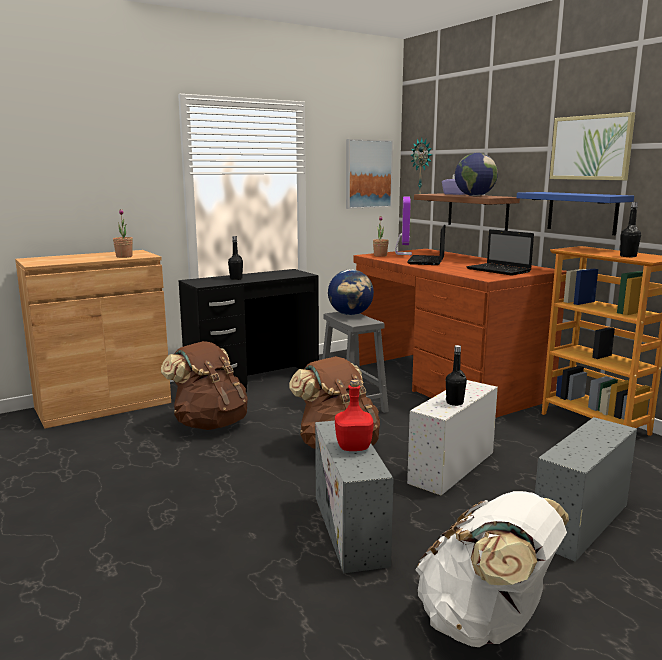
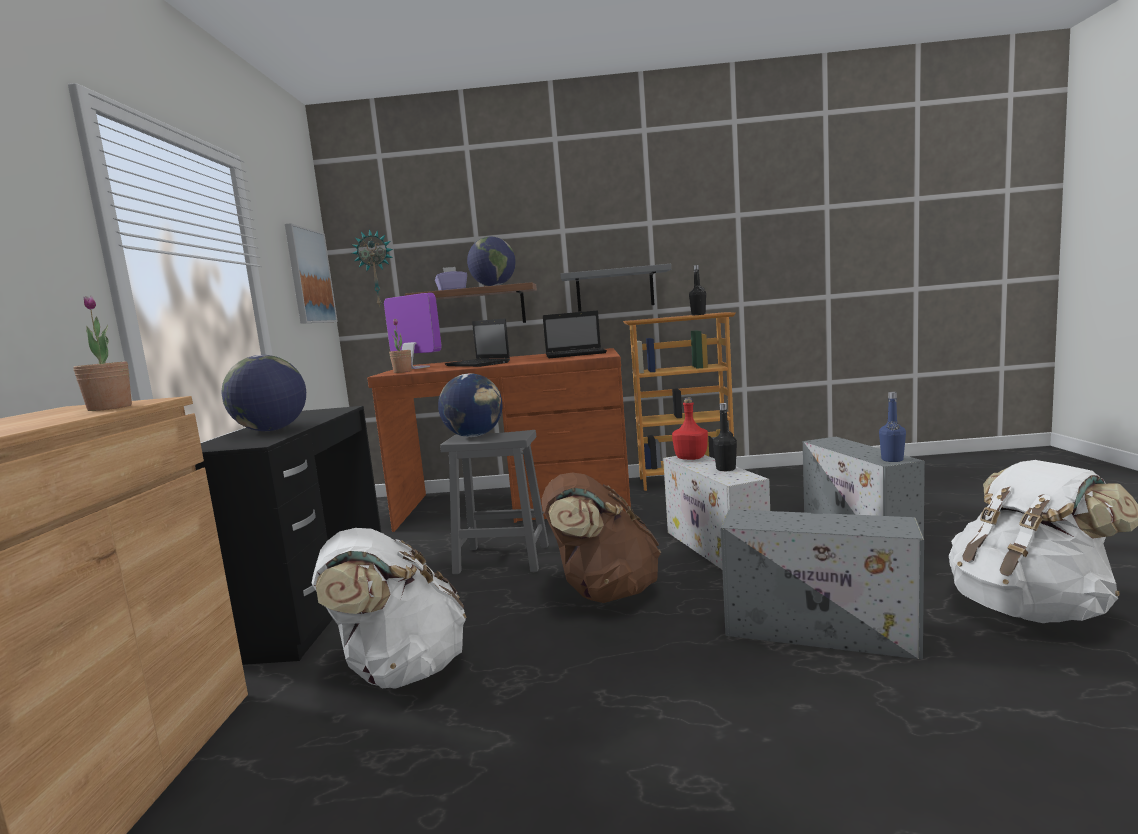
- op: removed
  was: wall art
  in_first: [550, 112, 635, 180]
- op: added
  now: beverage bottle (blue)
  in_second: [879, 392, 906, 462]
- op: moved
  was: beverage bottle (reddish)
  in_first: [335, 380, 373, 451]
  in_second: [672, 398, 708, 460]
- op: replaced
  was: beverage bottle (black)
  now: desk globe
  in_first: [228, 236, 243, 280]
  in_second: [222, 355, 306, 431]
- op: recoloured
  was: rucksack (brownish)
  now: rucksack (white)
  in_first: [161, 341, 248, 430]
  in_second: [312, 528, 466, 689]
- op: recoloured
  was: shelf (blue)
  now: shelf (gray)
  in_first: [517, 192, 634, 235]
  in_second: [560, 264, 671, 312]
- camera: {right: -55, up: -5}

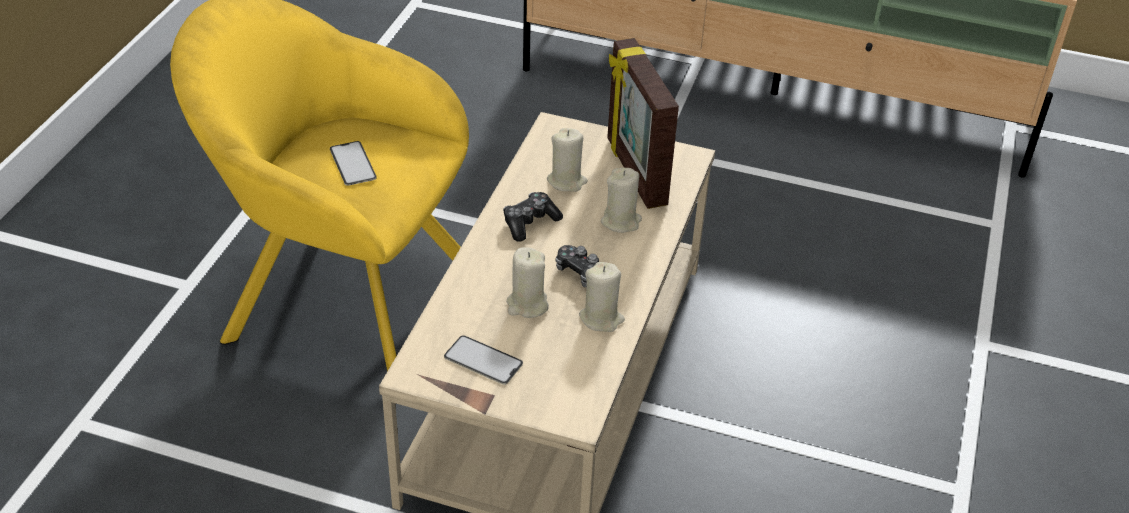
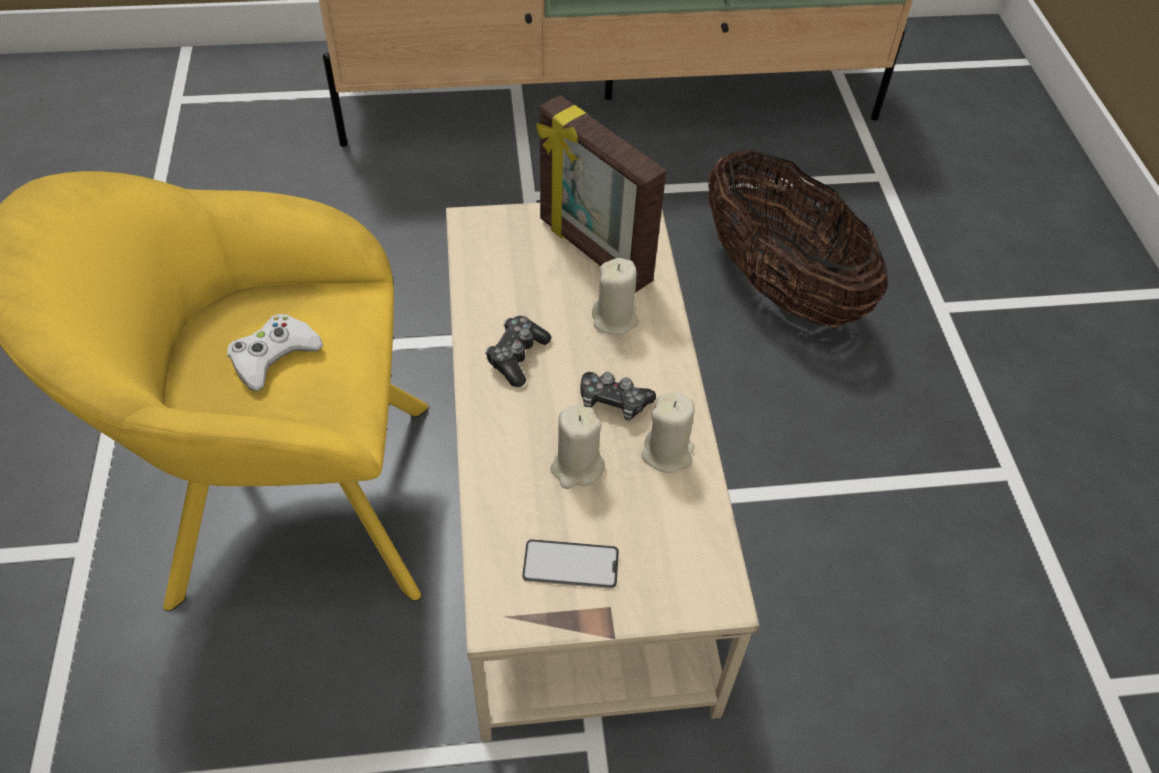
- op: removed
  was: wax light (sand-coloured)
  in_first: [547, 128, 588, 192]
- op: added
  now: storage basket
  in_second: [708, 149, 887, 328]
- op: replaced
  was: telephone
  now: game controller (white)
  in_first: [330, 141, 377, 186]
  in_second: [227, 314, 323, 391]
- camera: {right: -25, up: 10}

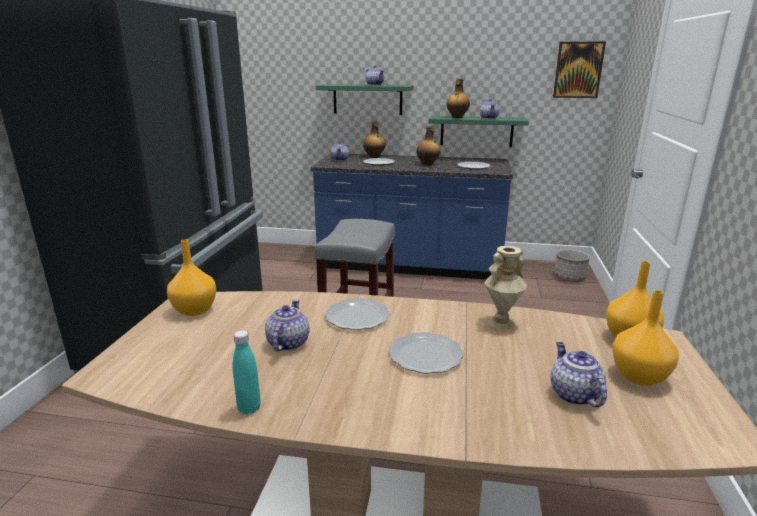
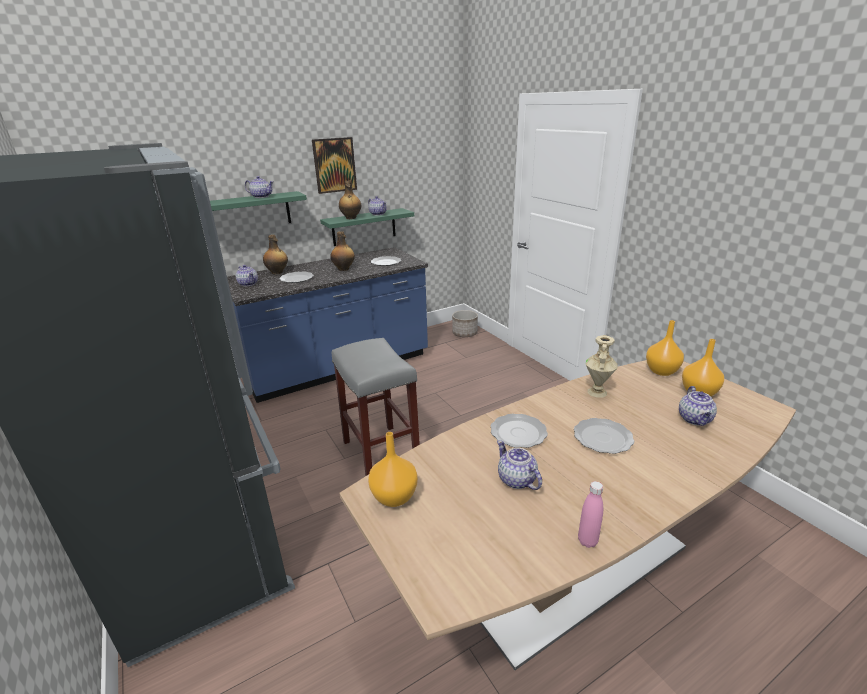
- op: moved
  was: wall art
  in_first: [553, 42, 606, 98]
  in_second: [312, 137, 357, 194]
- op: recoloured
  was: beverage bottle (blue-green)
  now: beverage bottle (pinkish)
  in_first: [233, 330, 261, 414]
  in_second: [578, 481, 603, 548]
- op: turned
  was: pot for tea
  in_first: [551, 342, 607, 407]
  in_second: [679, 386, 717, 426]
  clockwise: -120
- camera: {right: -40, up: 5}

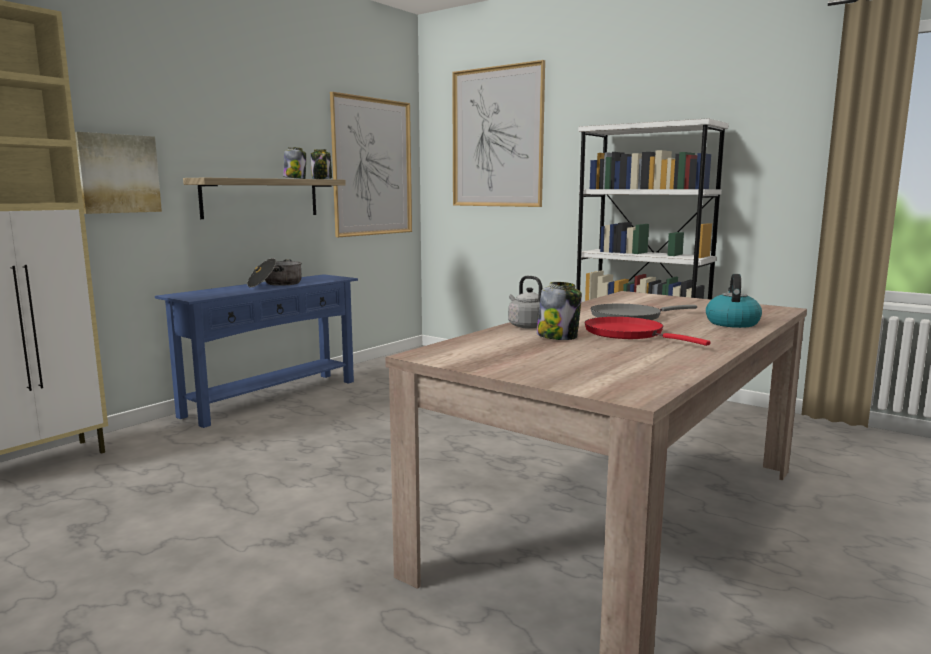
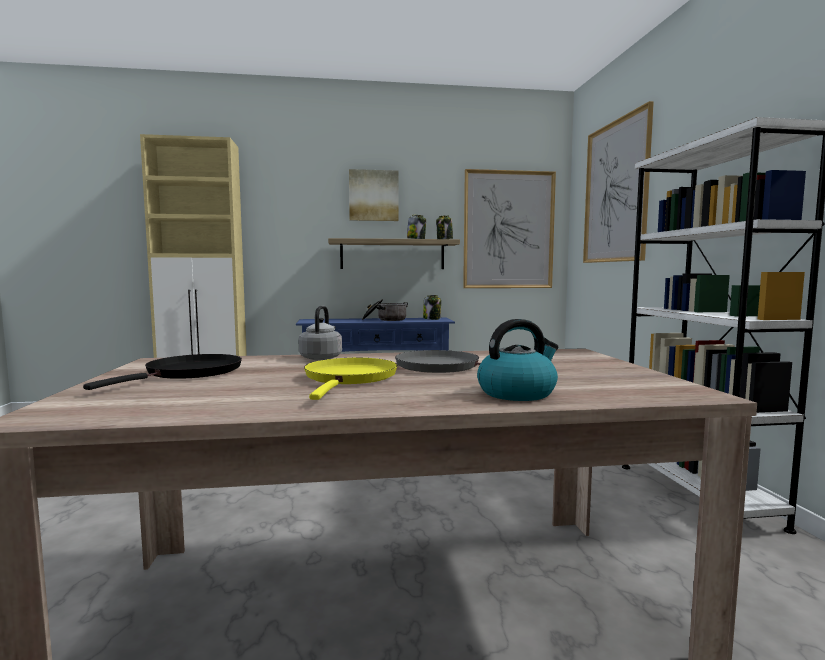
- op: added
  now: skillet (black)
  in_second: [83, 354, 242, 390]
- op: moved
  was: wall art
  in_first: [75, 132, 162, 214]
  in_second: [349, 169, 399, 221]
- op: moved
  was: storage jar
  in_first: [537, 282, 582, 340]
  in_second: [423, 295, 441, 320]
- op: recoloured
  was: skillet (reddish)
  now: skillet (yellowish)
  in_first: [584, 317, 710, 346]
  in_second: [304, 358, 398, 400]
- camera: {right: 45, up: -5}

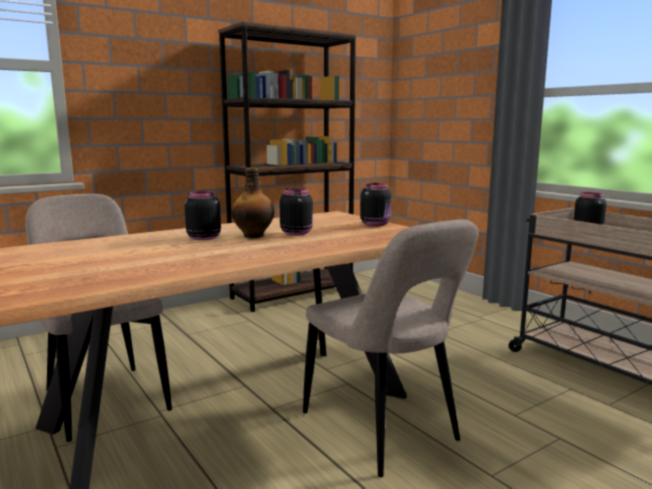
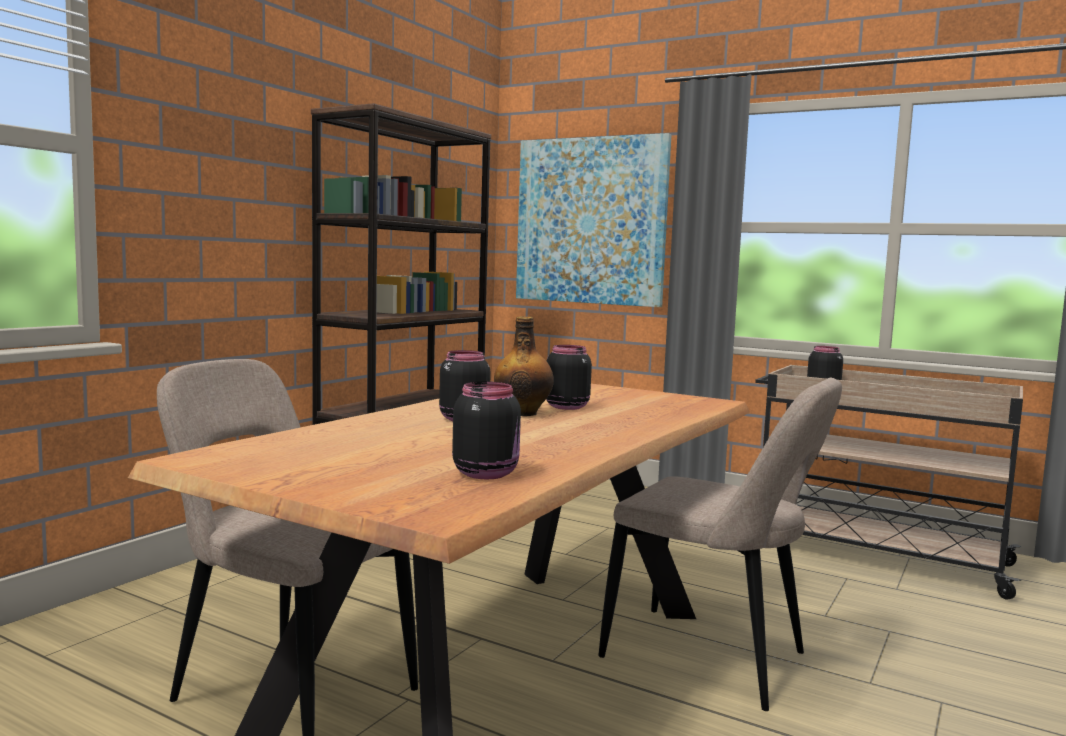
- op: added
  now: wall art
  in_second: [516, 133, 672, 307]
- op: moved
  was: storage jar (black)
  in_first: [360, 183, 391, 226]
  in_second: [452, 382, 521, 479]
- camera: {right: -25, up: -5}

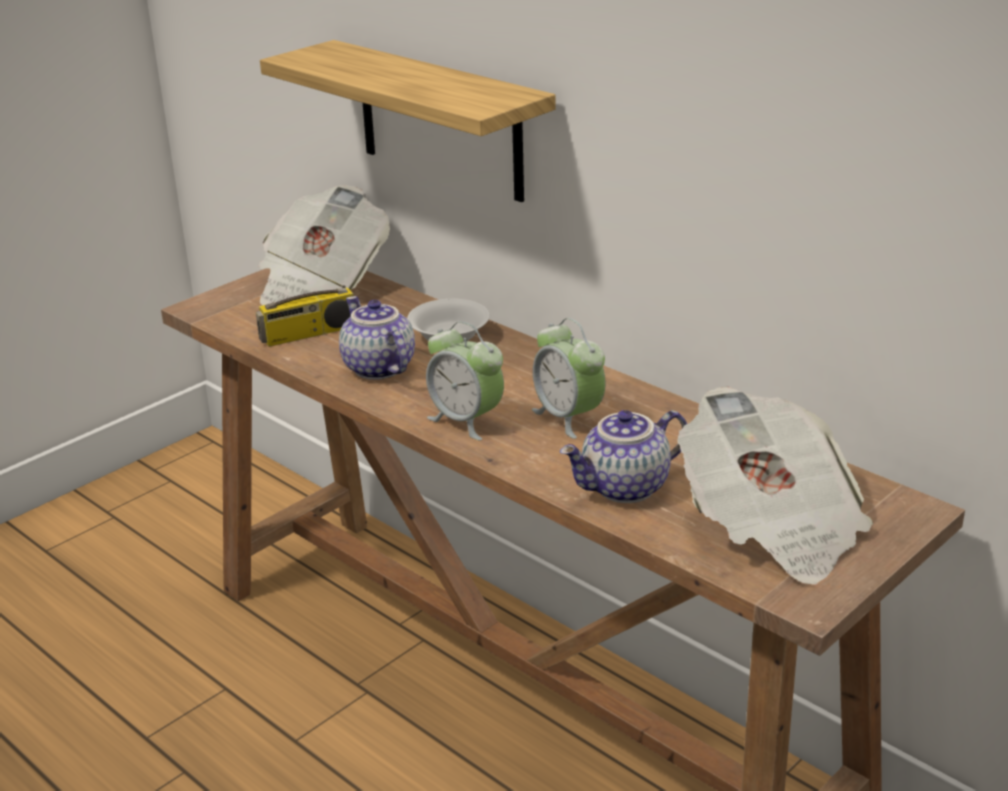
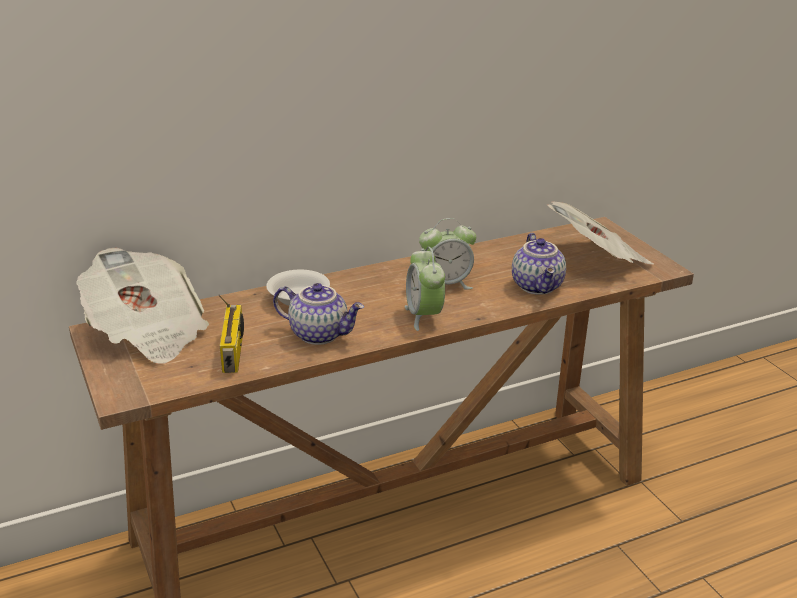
- op: removed
  was: shelf
  in_first: [260, 40, 556, 202]
- op: turned
  was: pot for tea
  in_first: [339, 296, 415, 380]
  in_second: [273, 283, 364, 345]
  clockwise: -150
- op: turned
  was: alarm clock
  in_first: [426, 321, 504, 441]
  in_second: [405, 247, 445, 331]
  clockwise: 105
- camera: {right: -70, up: 0}

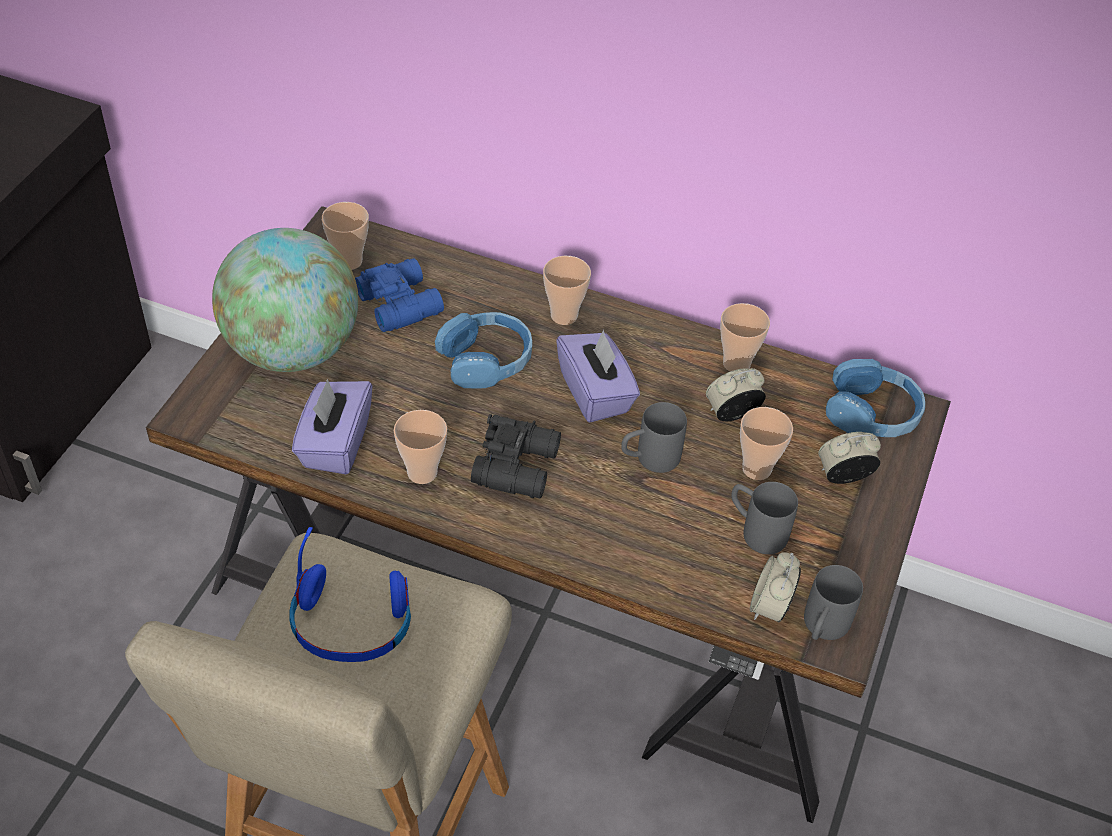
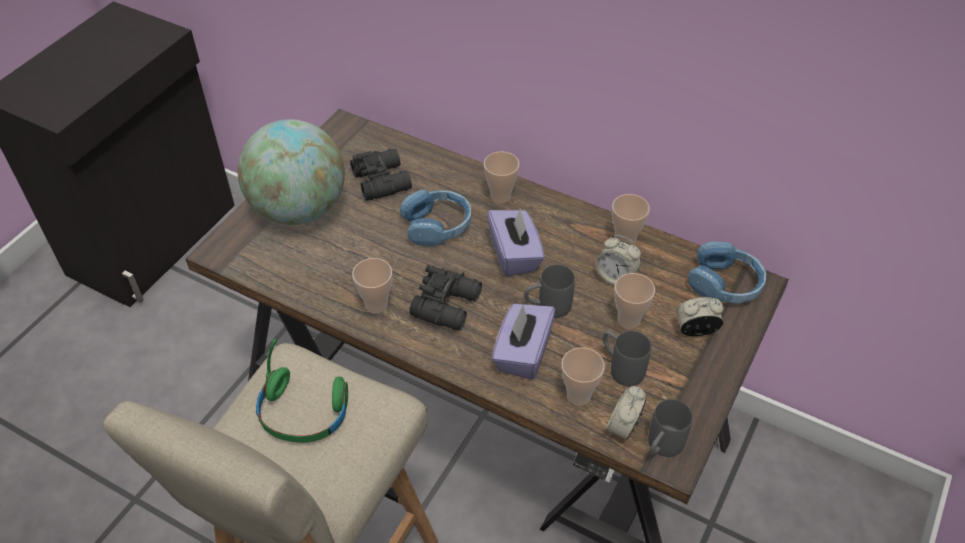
- op: moved
  was: box of tissues (purple-coloured)
  in_first: [292, 379, 372, 474]
  in_second: [492, 304, 555, 380]
- op: moved
  was: cup
  in_first: [322, 202, 369, 270]
  in_second: [561, 347, 605, 406]
- op: recoloured
  was: headset (blue)
  now: headset (green)
  in_first: [289, 527, 411, 662]
  in_second: [256, 339, 348, 443]
- op: recoloured
  was: pair of binoculars (blue)
  now: pair of binoculars (black)
  in_first: [355, 258, 444, 332]
  in_second: [350, 148, 412, 201]
- op: turned
  was: alarm clock
  in_first: [706, 368, 766, 421]
  in_second: [595, 235, 641, 285]
  clockwise: -135
- camera: {right: 10, up: 0}

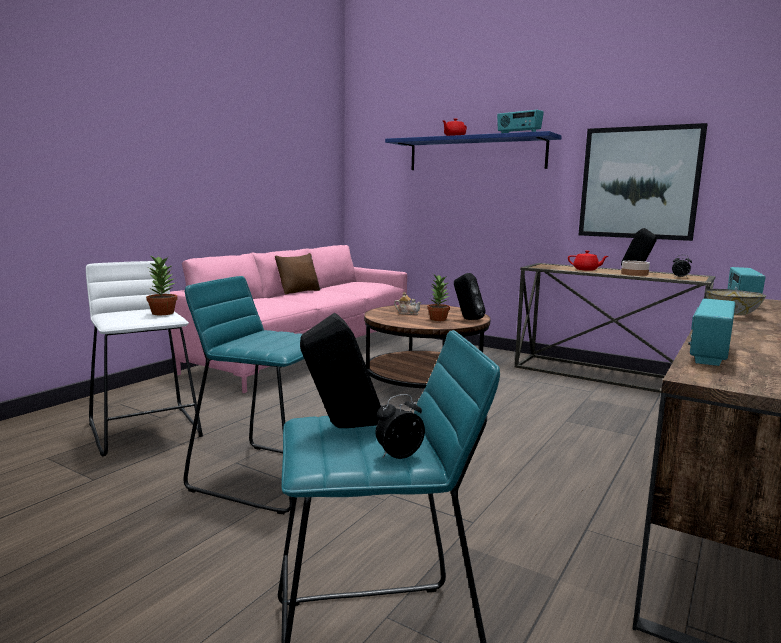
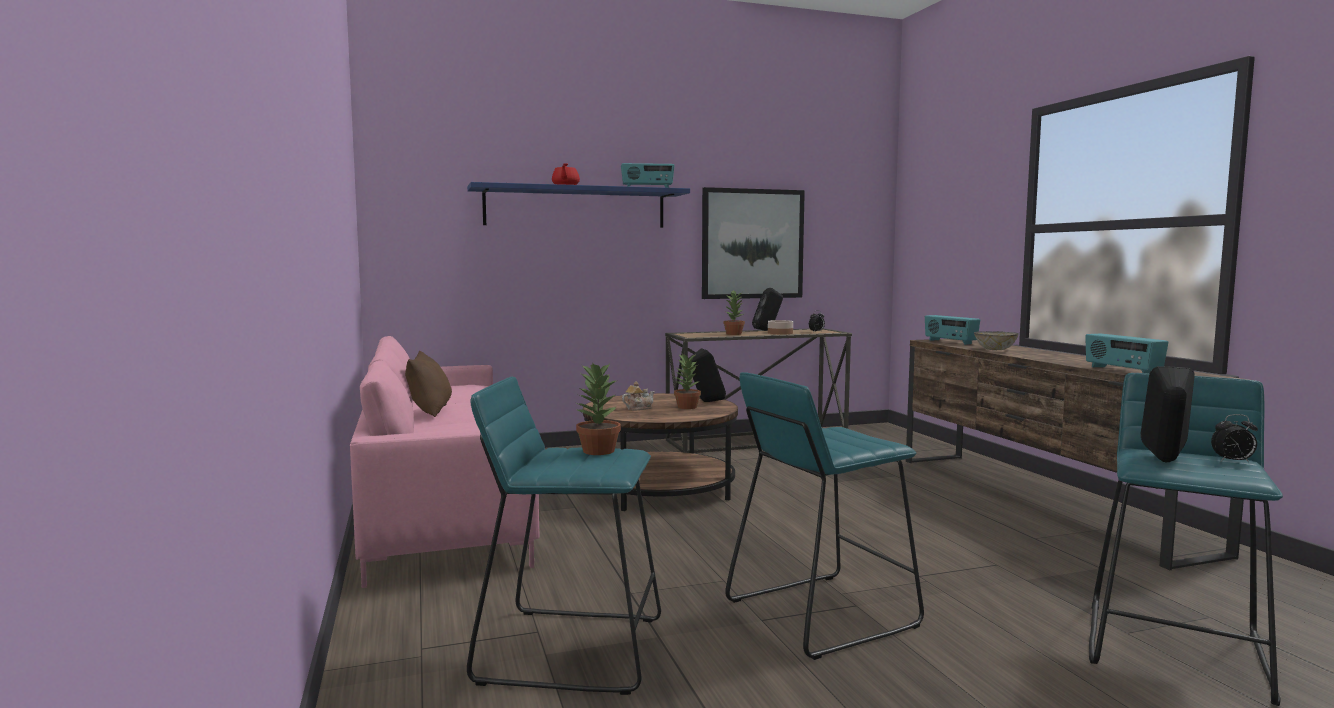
- op: replaced
  was: pot for tea (reddish)
  now: plant in a pot
  in_first: [568, 251, 608, 271]
  in_second: [723, 290, 745, 335]
- op: recoloured
  was: stool (white)
  now: stool (blue-green)
  in_first: [86, 261, 203, 457]
  in_second: [467, 377, 661, 695]
- op: turned
  was: alarm clock
  in_first: [376, 394, 425, 459]
  in_second: [1211, 414, 1258, 462]
  clockwise: -90
- camera: {right: -50, up: -5}

